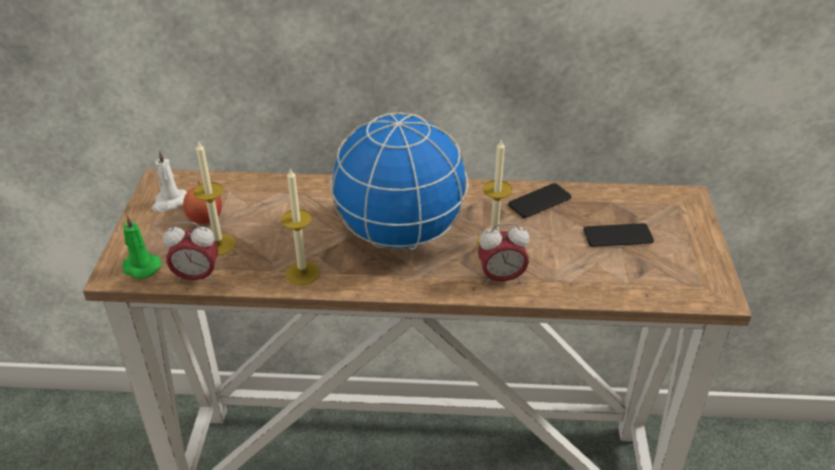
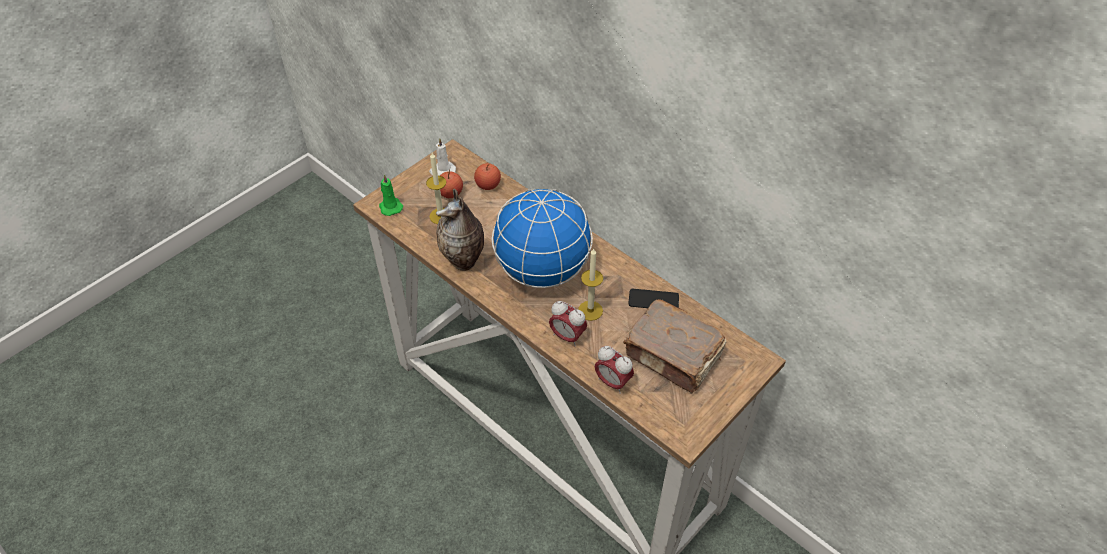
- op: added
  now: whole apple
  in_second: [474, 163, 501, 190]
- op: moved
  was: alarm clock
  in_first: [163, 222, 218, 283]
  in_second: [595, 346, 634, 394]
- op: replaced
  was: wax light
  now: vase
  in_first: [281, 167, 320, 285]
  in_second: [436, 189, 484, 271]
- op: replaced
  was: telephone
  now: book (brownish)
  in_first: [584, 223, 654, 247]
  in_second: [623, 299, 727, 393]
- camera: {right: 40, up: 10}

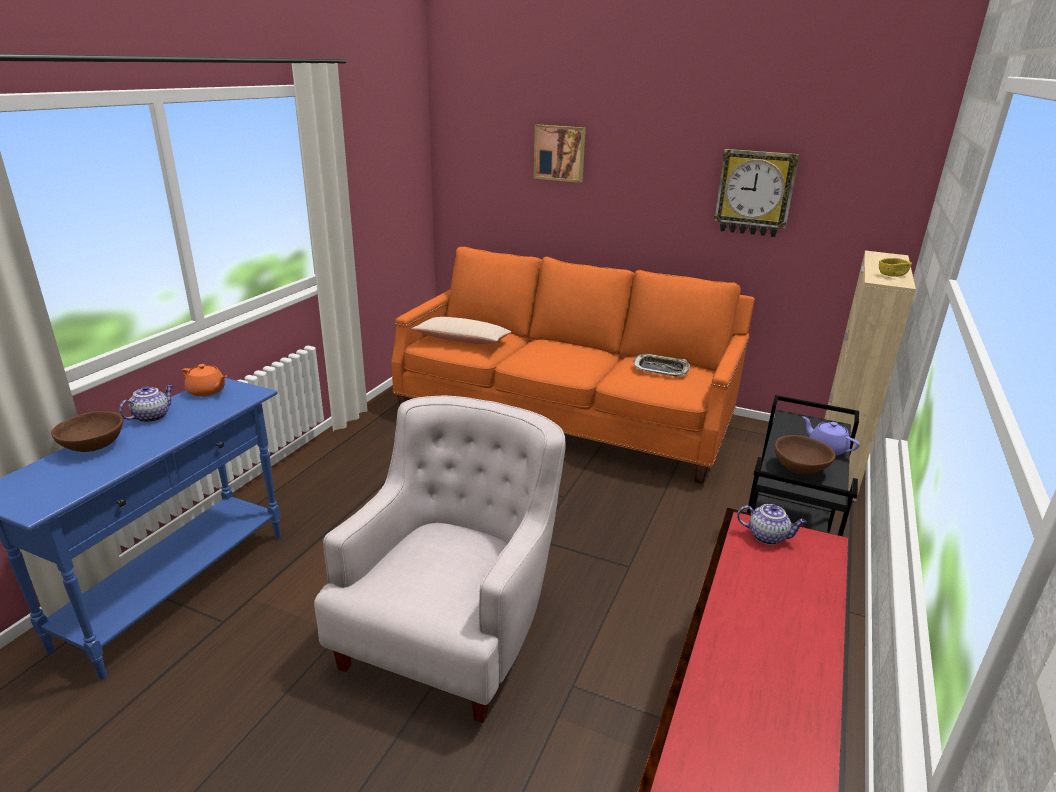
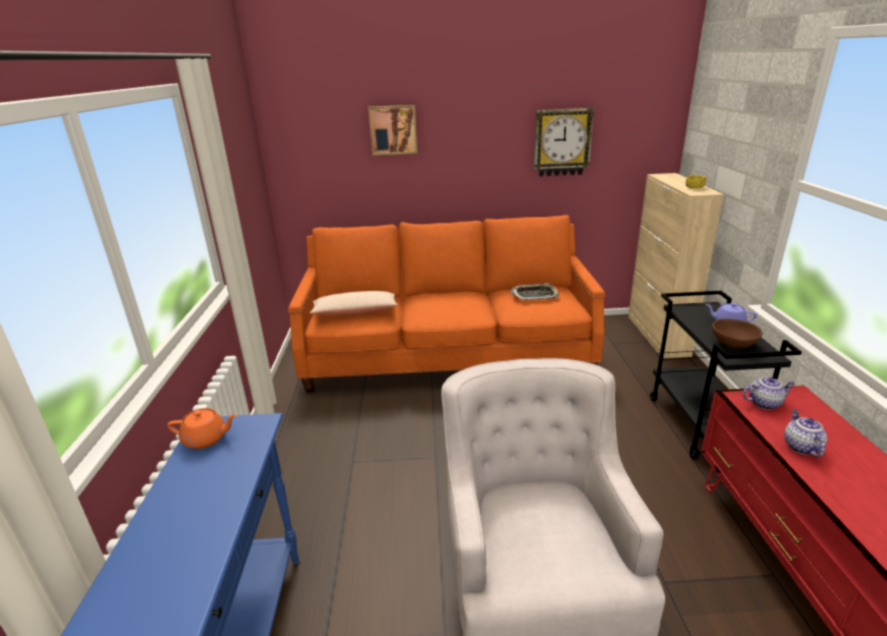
- op: removed
  was: serving bowl (brownish)
  in_first: [51, 411, 123, 452]
- op: moved
  was: pot for tea
  in_first: [119, 384, 173, 423]
  in_second: [784, 409, 827, 457]
- camera: {right: -25, up: 0}

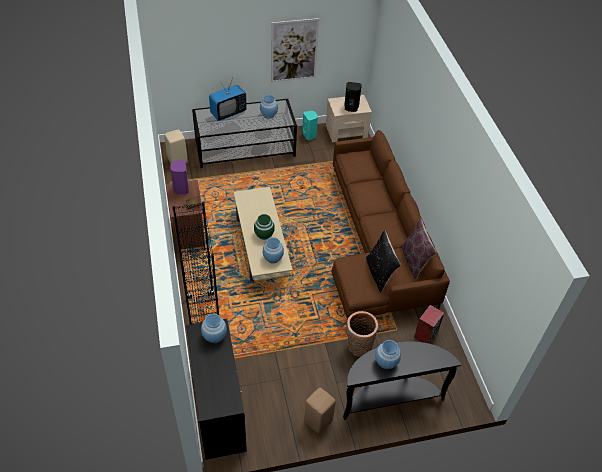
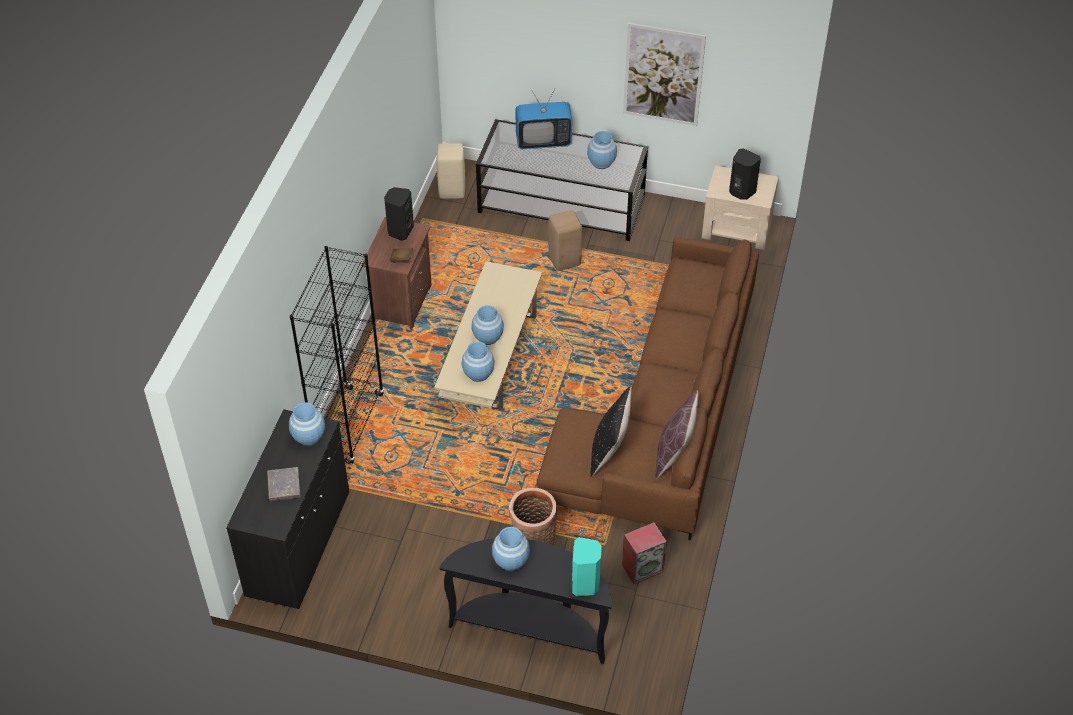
- op: added
  now: book (gray)
  in_second: [267, 467, 300, 501]
- op: moved
  was: audio speaker (blue-green)
  in_first: [302, 111, 318, 140]
  in_second: [572, 537, 602, 596]
- op: moved
  was: stool (sand-coloured)
  in_first: [304, 388, 336, 434]
  in_second: [548, 210, 582, 271]
- op: recoloured
  was: audio speaker (purple-coloured)
  now: audio speaker (black)
  in_first: [170, 160, 189, 194]
  in_second: [384, 187, 414, 241]
- op: recoloured
  was: vase (green)
  now: vase (blue)
  in_first: [254, 214, 275, 240]
  in_second: [472, 305, 504, 345]
- camera: {right: 30, up: 0}

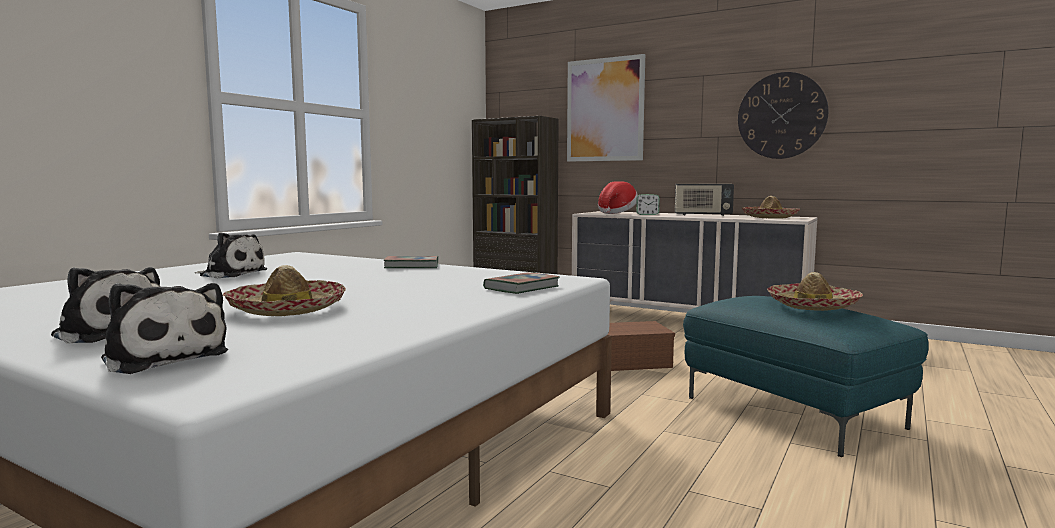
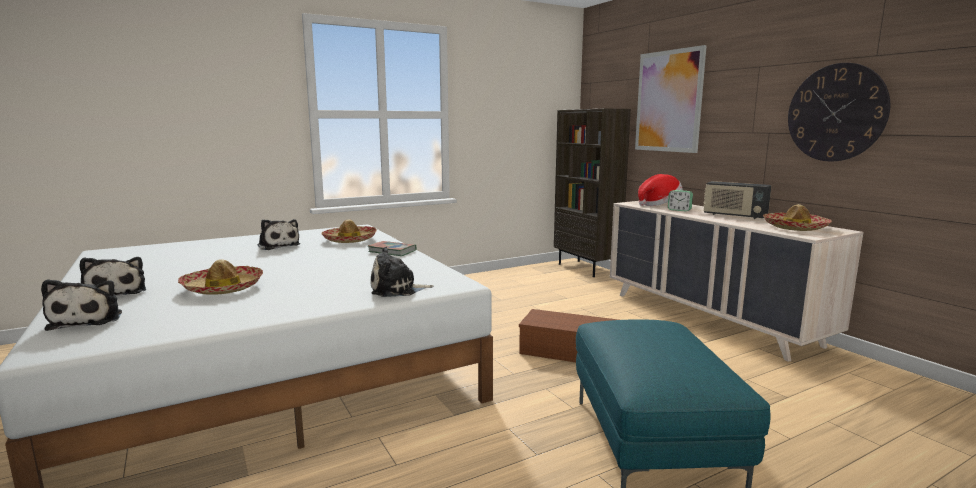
- op: moved
  was: wearable hat
  in_first: [767, 272, 863, 311]
  in_second: [321, 219, 377, 243]
- op: replaced
  was: book
  now: plush toy
  in_first: [483, 272, 560, 294]
  in_second: [371, 247, 433, 297]
- camera: {right: 30, up: 5}

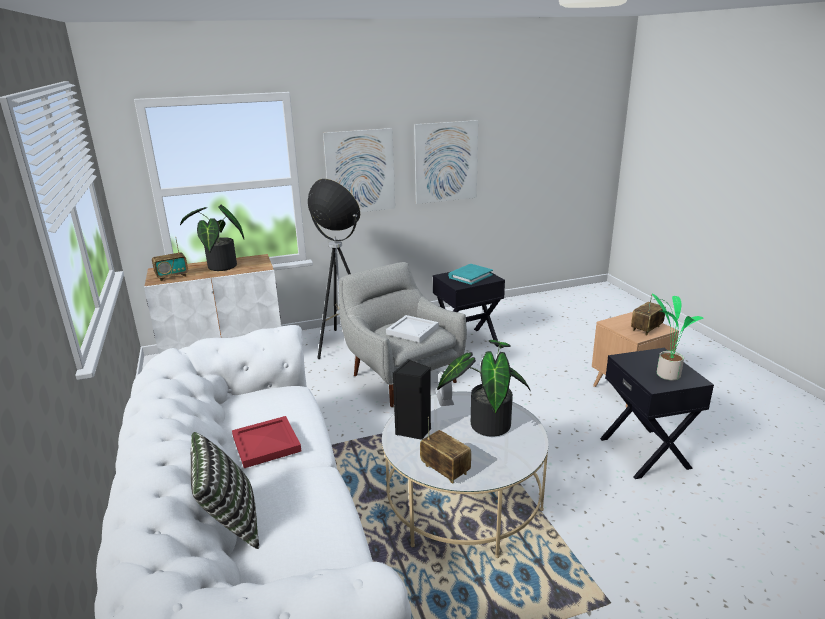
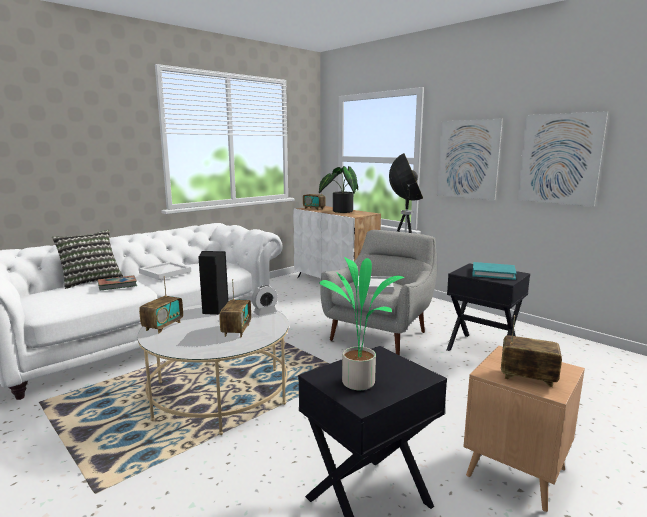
- op: added
  now: book
  in_second: [98, 275, 137, 291]
- op: replaced
  was: plant in a pot
  now: radio
  in_first: [437, 340, 531, 437]
  in_second: [219, 279, 251, 337]
- op: recoloured
  was: carrying tray (reddish)
  now: carrying tray (white)
  in_first: [232, 416, 301, 468]
  in_second: [139, 261, 191, 280]
- camera: {right: 65, up: -10}

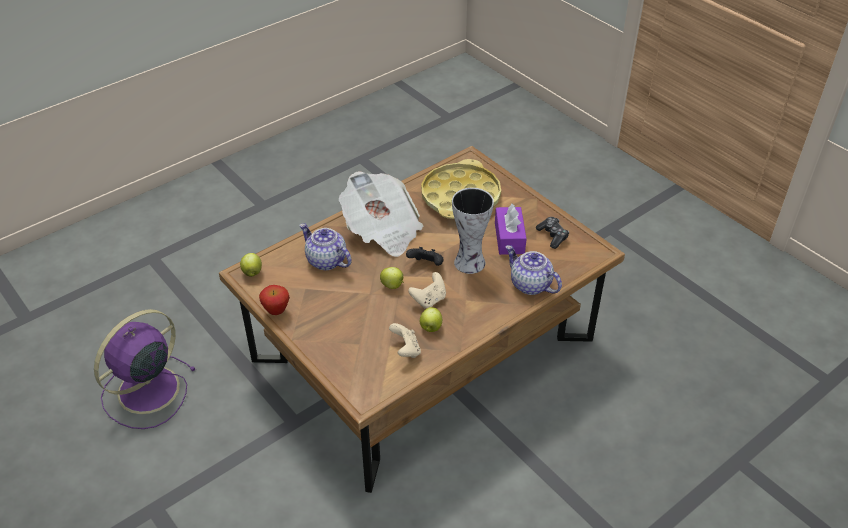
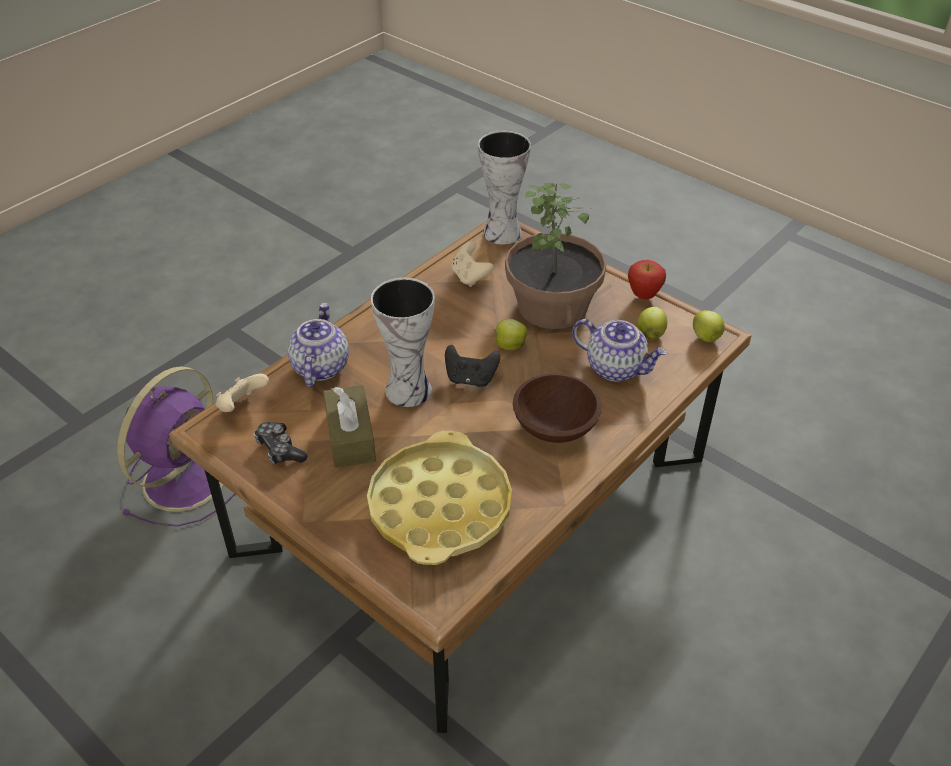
- op: added
  now: vase
  in_second: [478, 130, 531, 244]
- op: added
  now: plant in a pot
  in_second: [505, 183, 606, 329]
- op: moved
  was: electric fan (purple-coloured)
  in_first: [94, 309, 196, 429]
  in_second: [117, 366, 235, 527]
- op: moved
  was: game controller (sand-coloured)
  in_first: [408, 272, 446, 309]
  in_second: [216, 374, 269, 412]
- op: moved
  was: whole apple
  in_first: [420, 307, 442, 332]
  in_second: [637, 307, 667, 339]
- op: replaced
  was: newspaper
  now: serving bowl (brownish)
  in_first: [339, 171, 423, 257]
  in_second: [513, 374, 602, 443]
- op: recoloured
  was: box of tissues (purple-coloured)
  now: box of tissues (brownish)
  in_first: [495, 204, 527, 255]
  in_second: [323, 385, 376, 468]
- op: turned
  was: pot for tea
  in_first: [506, 245, 562, 295]
  in_second: [287, 303, 349, 387]
  clockwise: -120
- camera: {right: 170, up: 0}

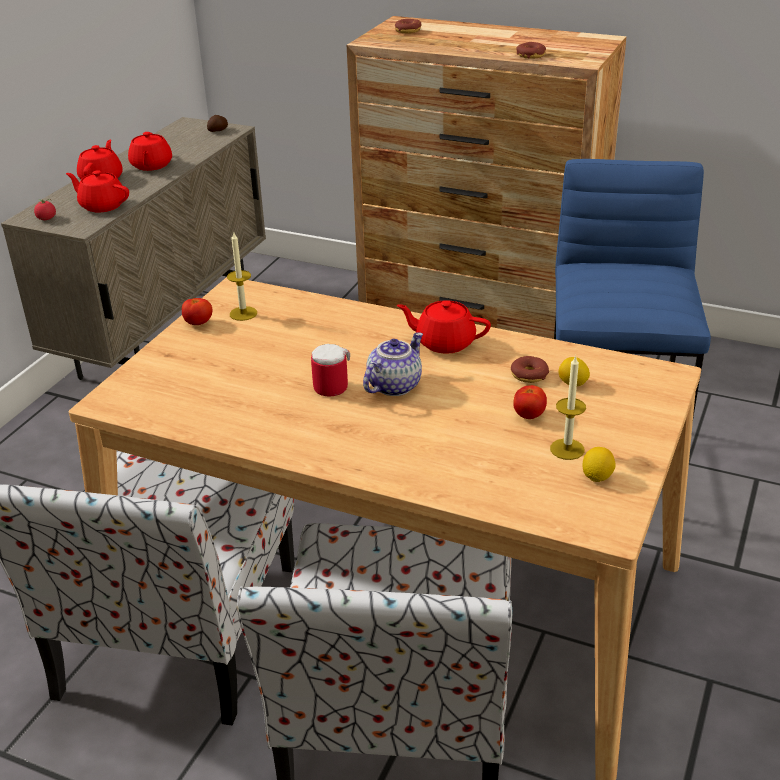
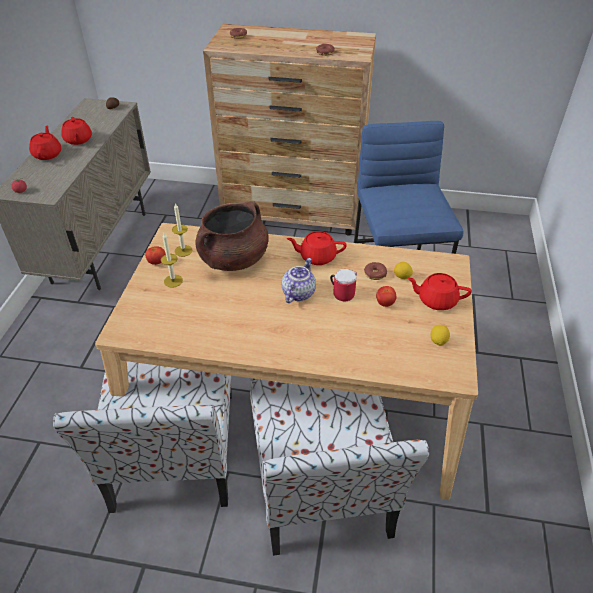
- op: added
  now: cooking pot (brownish)
  in_second: [195, 201, 269, 271]
- op: moved
  was: pot for tea (reddish)
  in_first: [66, 170, 129, 212]
  in_second: [407, 273, 472, 310]
- op: moved
  was: coffee mug
  in_first: [311, 344, 350, 396]
  in_second: [330, 269, 357, 301]
- op: moved
  was: wax light
  in_first: [550, 355, 586, 460]
  in_second: [161, 233, 183, 288]
- camera: {right: -15, up: 10}

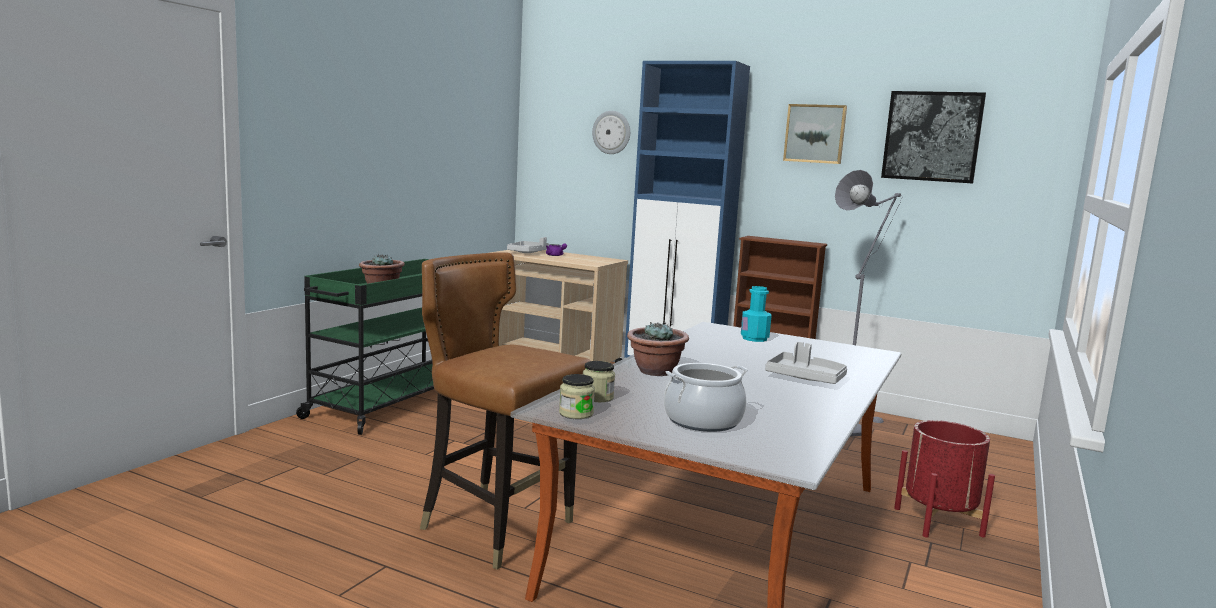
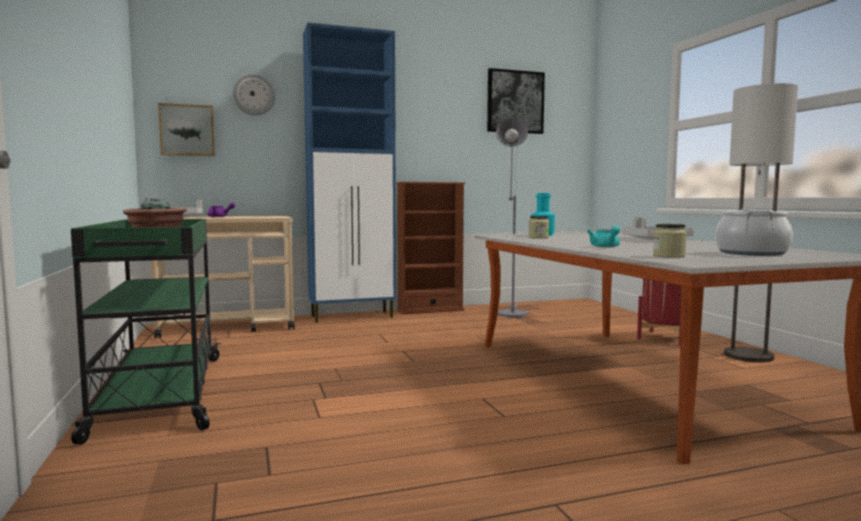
- op: removed
  was: upright chair (brownish)
  in_first: [420, 252, 590, 570]
- op: added
  now: standing lamp
  in_second: [724, 83, 798, 362]
- op: moved
  was: storage jar
  in_first: [559, 374, 595, 419]
  in_second: [528, 216, 549, 238]
- op: moved
  was: wall art
  in_first: [783, 104, 847, 164]
  in_second: [158, 103, 215, 156]
- op: replaced
  was: plant in a pot
  now: pot for tea (blue-green)
  in_first: [627, 322, 689, 376]
  in_second: [587, 226, 620, 247]
- camera: {right: -45, up: -5}

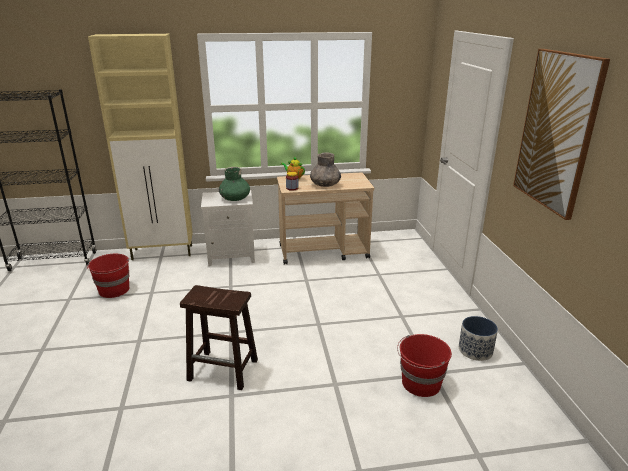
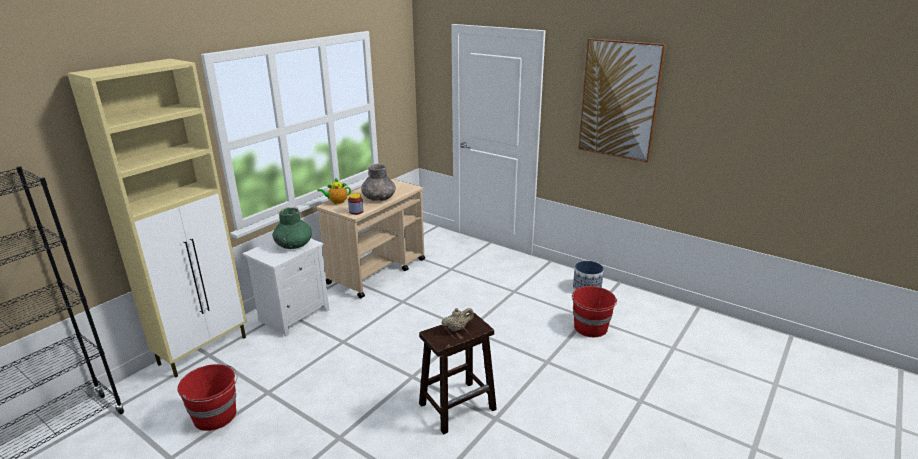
- op: added
  now: pot for tea (sand-coloured)
  in_second: [441, 308, 474, 331]
- camera: {right: -45, up: 0}

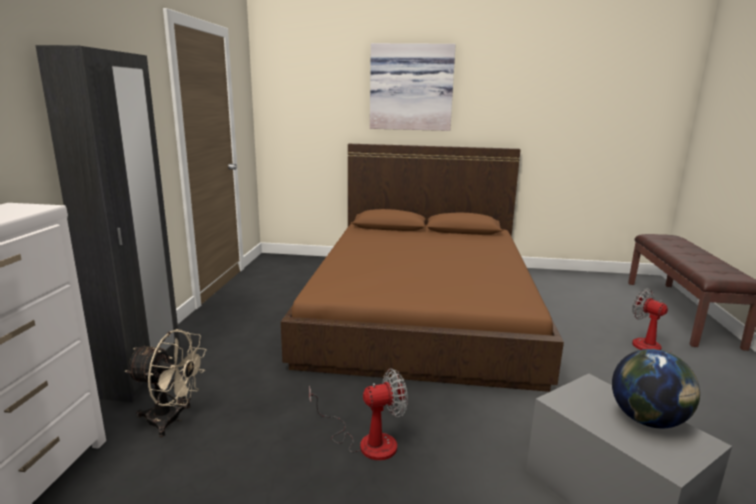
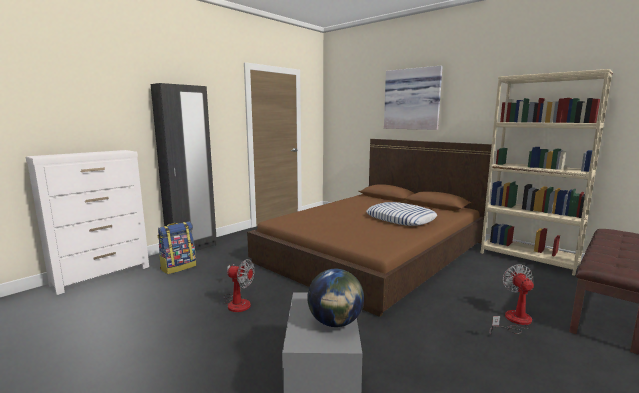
- op: added
  now: throw pillow
  in_second: [366, 202, 437, 226]
- op: added
  now: bookcase (sand-coloured)
  in_second: [481, 69, 613, 276]
- op: replaced
  was: electric fan (sand-coloured)
  now: rucksack
  in_first: [125, 329, 206, 437]
  in_second: [158, 222, 197, 274]
- camera: {right: 35, up: -5}

